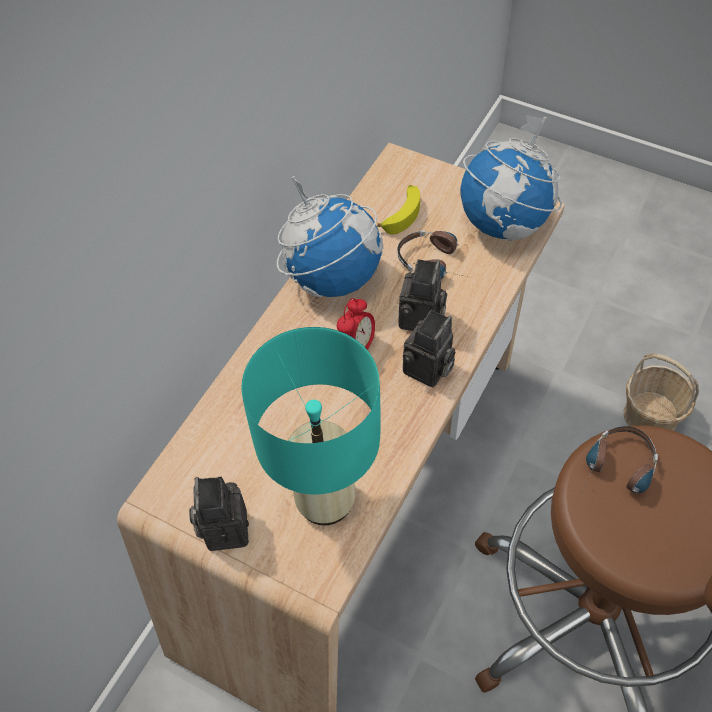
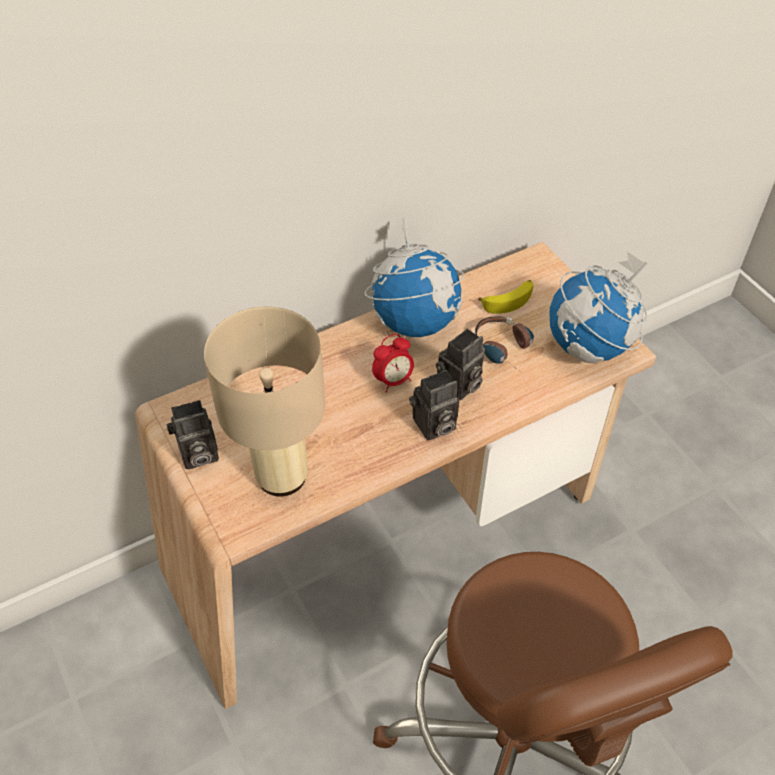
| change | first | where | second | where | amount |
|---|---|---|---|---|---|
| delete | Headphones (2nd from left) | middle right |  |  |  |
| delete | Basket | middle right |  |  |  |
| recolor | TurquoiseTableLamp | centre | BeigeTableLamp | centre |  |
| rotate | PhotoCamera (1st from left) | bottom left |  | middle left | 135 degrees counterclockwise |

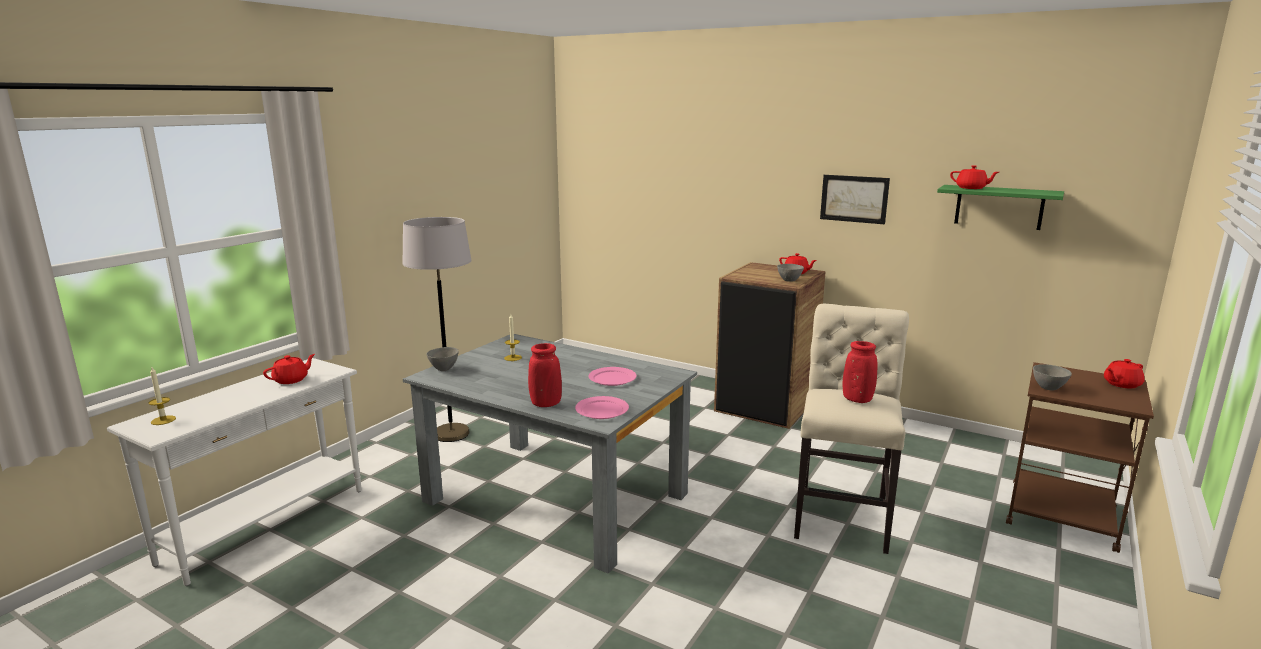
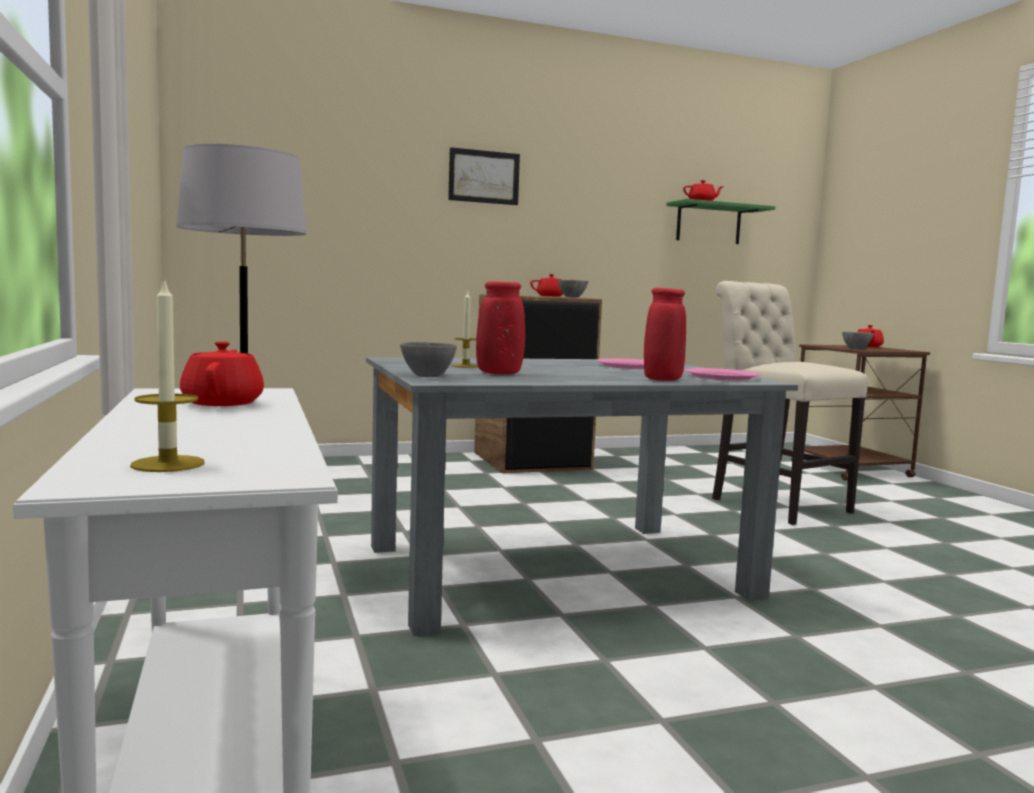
| change | first | where | second | where | amount |
|---|---|---|---|---|---|
| move | Picture | top right |  | top centre |  |
| move | RedVase (2nd from left in the first image) | middle right | RedVase (1st from left) | centre |  |

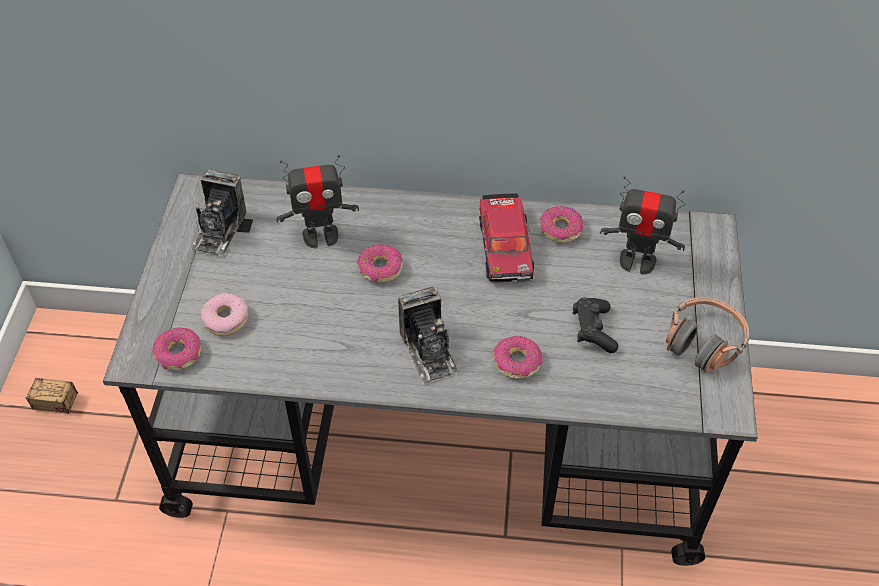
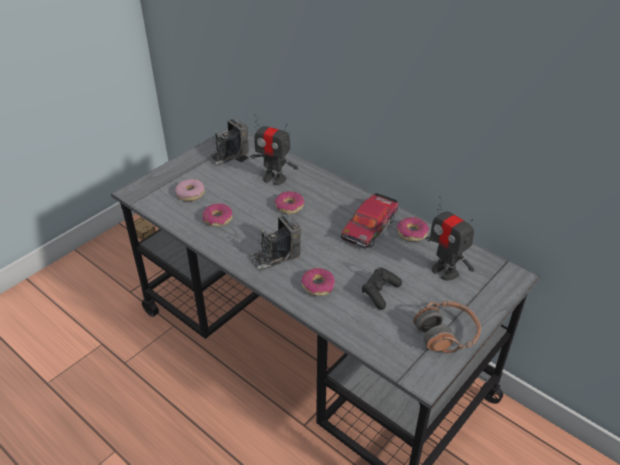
| change | first | where | second | where | amount |
|---|---|---|---|---|---|
| move | Donut (1st from left in the first image) | middle left | Donut (2nd from left) | centre |  |
| rotate | PhotoCamera (2nd from left) | centre |  | centre | 45 degrees clockwise |

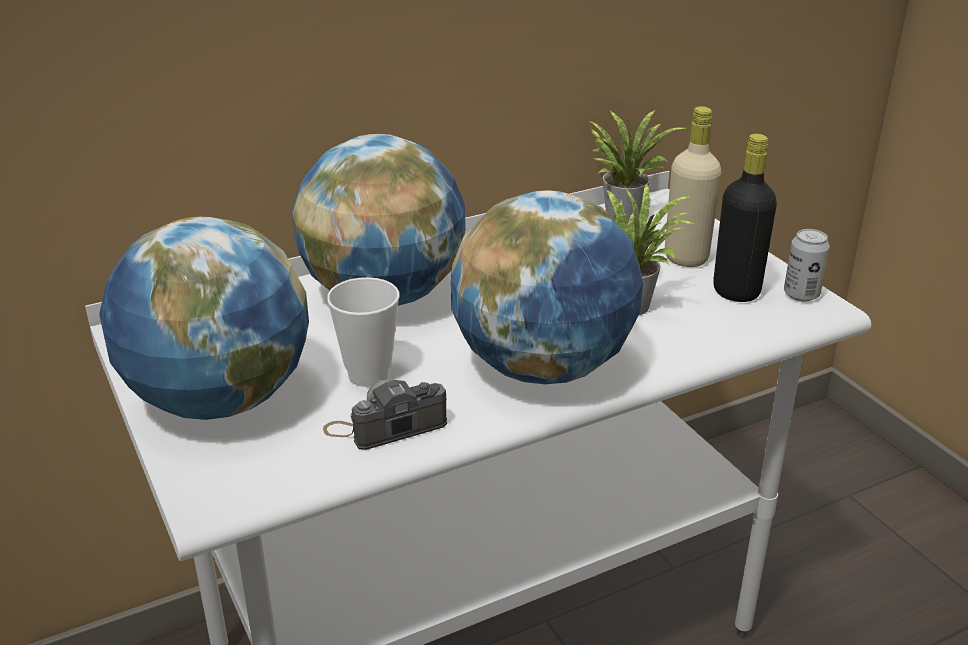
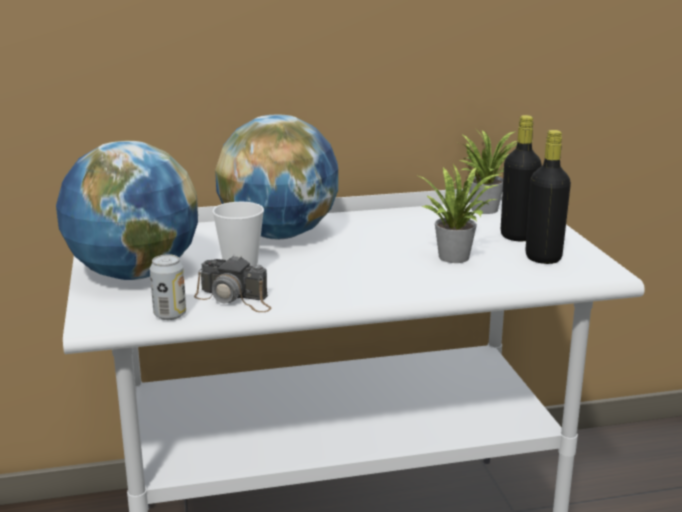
| change | first | where | second | where | amount |
|---|---|---|---|---|---|
| delete | Globe (3rd from left) | centre |  |  |  |
| move | Can | middle right |  | middle left |  |
| recolor | BeigeBottle | top right | BlackBottle (1st from left) | middle right |  |
| rotate | PhotoCamera | centre |  | centre | 150 degrees counterclockwise |

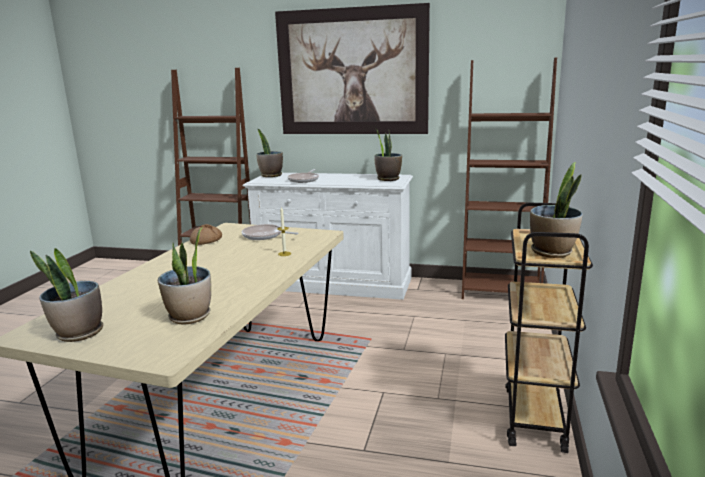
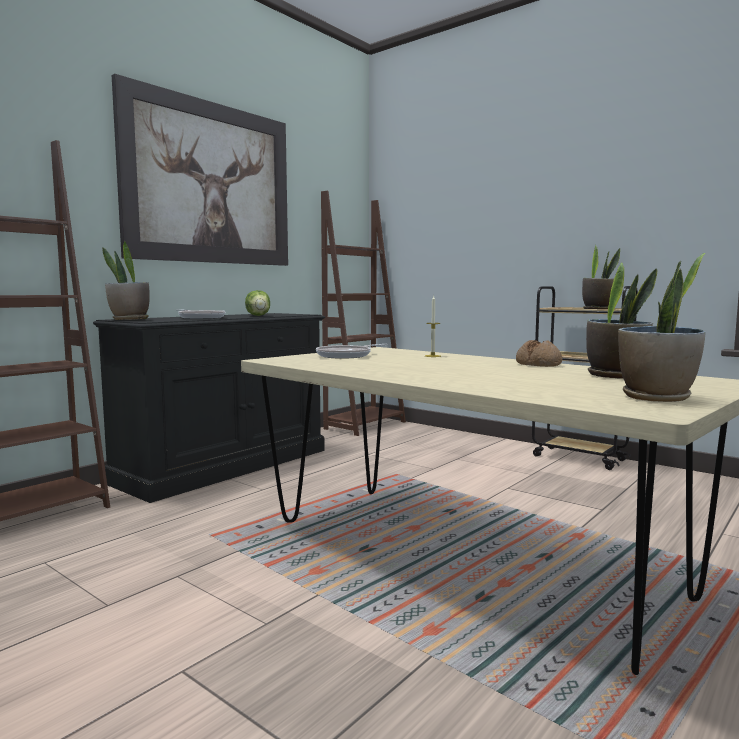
| change | first | where | second | where | amount |
|---|---|---|---|---|---|
| delete | PottedPlant (4th from left) | top centre |  |  |  |
| insert |  |  | Lettuce | centre |  |
| move | Bread | middle left |  | middle right |  |
| recolor | WhiteCabinet | centre | BlackCabinet | middle left |  |

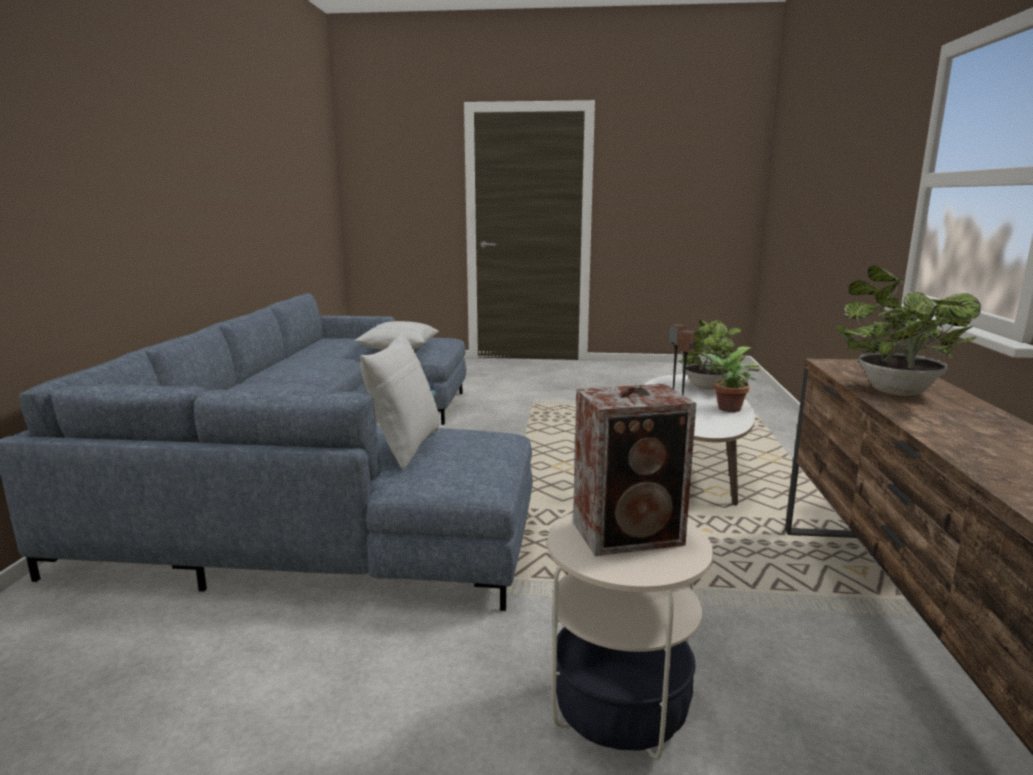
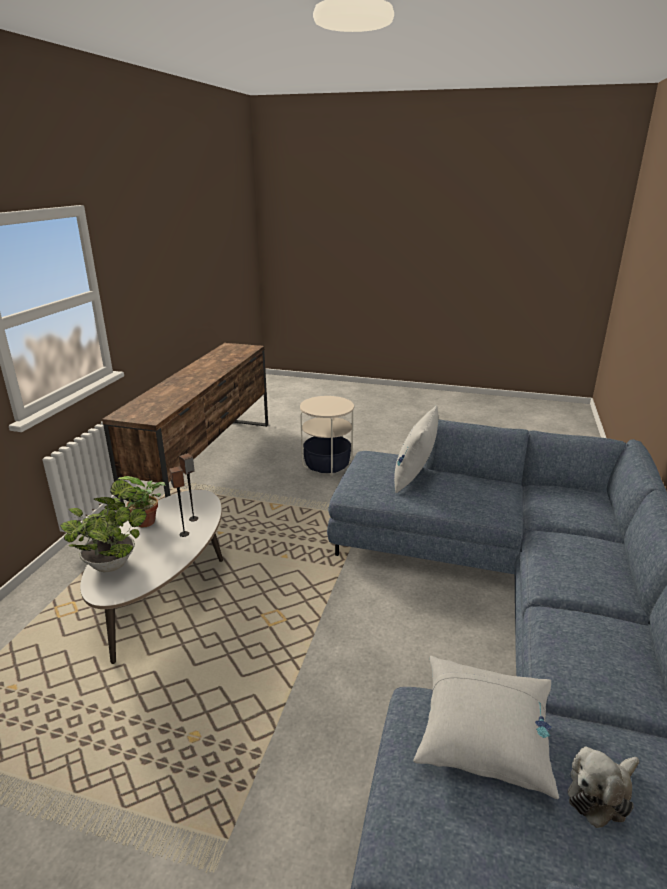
| change | first | where | second | where | amount |
|---|---|---|---|---|---|
| delete | Speaker (1st from left) | centre |  |  |  |
| delete | PottedPlant (3rd from left) | middle right |  |  |  |
| insert |  |  | PlushToy | bottom right |  |

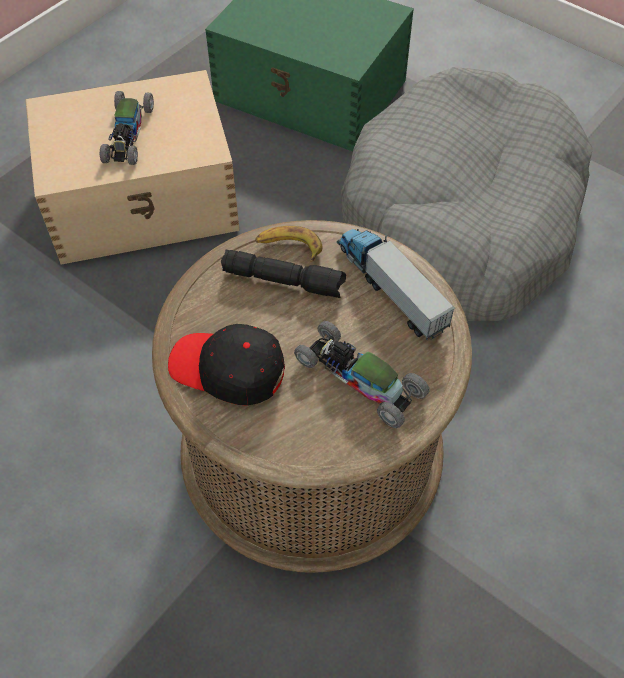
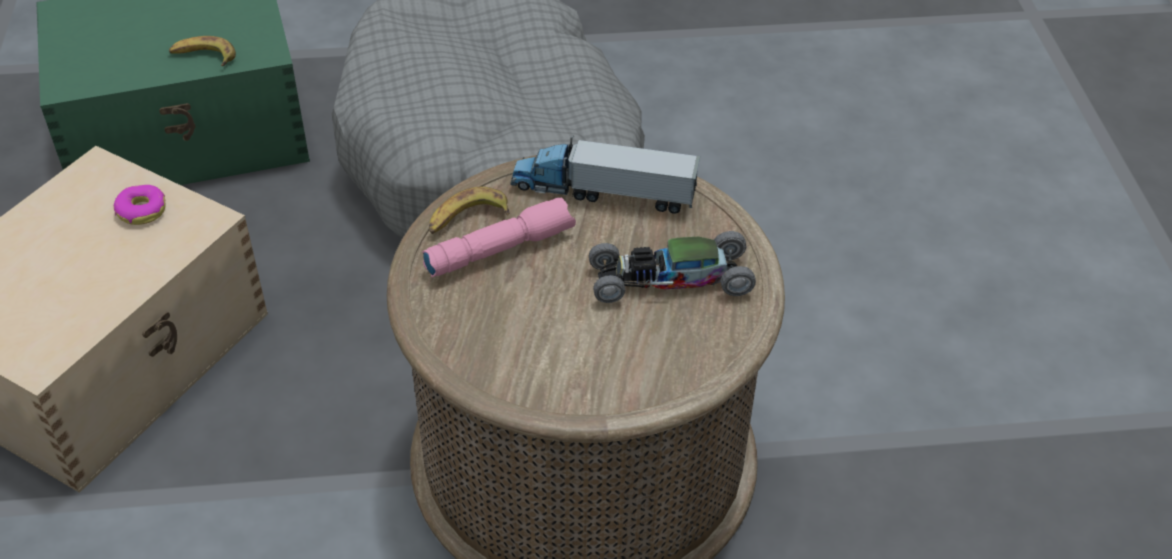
| change | first | where | second | where | amount |
|---|---|---|---|---|---|
| delete | ToyCar (1st from left) | top left |  |  |  |
| delete | BlackCap | centre |  |  |  |
| insert |  |  | Donut | middle left |  |
| insert |  |  | Banana (1st from left) | top left |  |
| recolor | BlackFlashlight | centre | PinkFlashlight | centre |  |

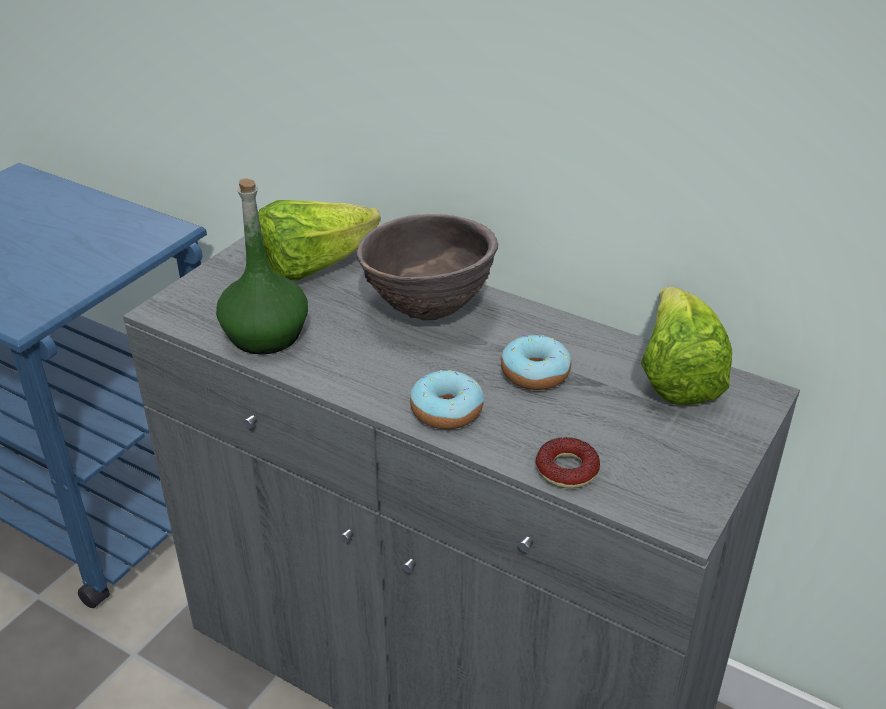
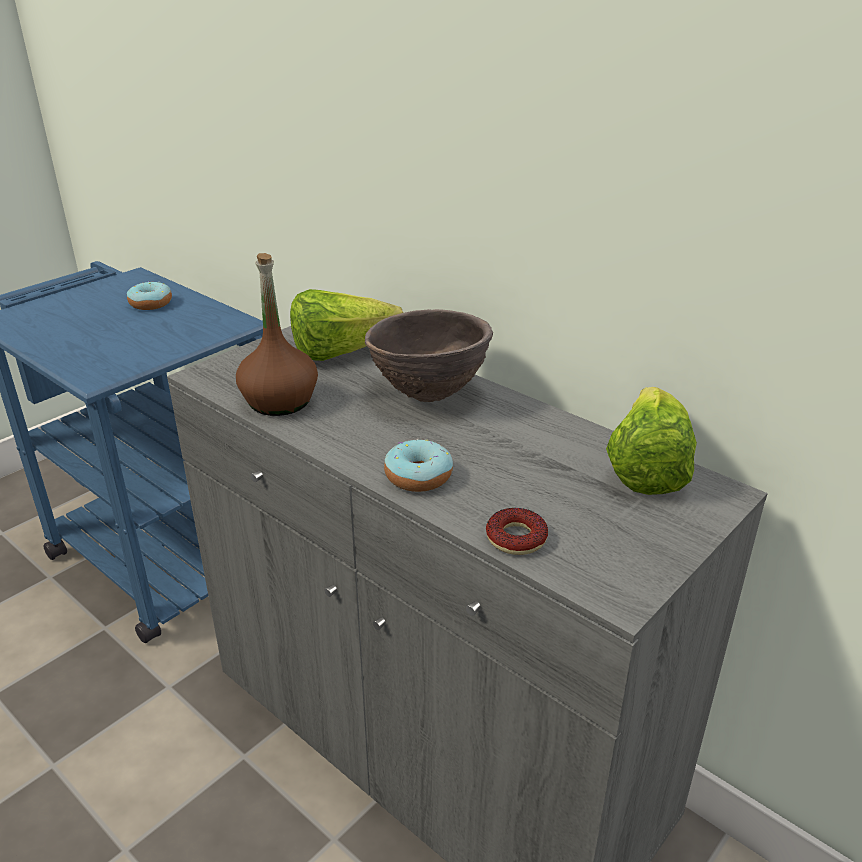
| change | first | where | second | where | amount |
|---|---|---|---|---|---|
| move | Donut (2nd from left in the first image) | centre | Donut (1st from left) | middle left |  |
| recolor | GreenBottle | middle left | BrownBottle | middle left |  |

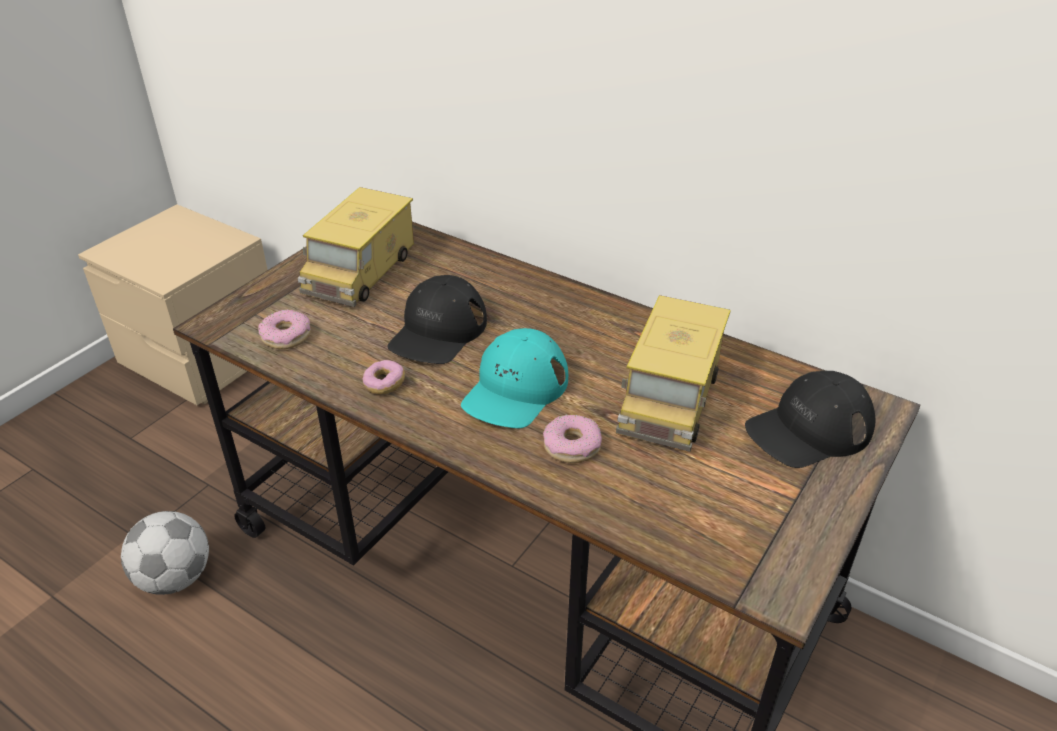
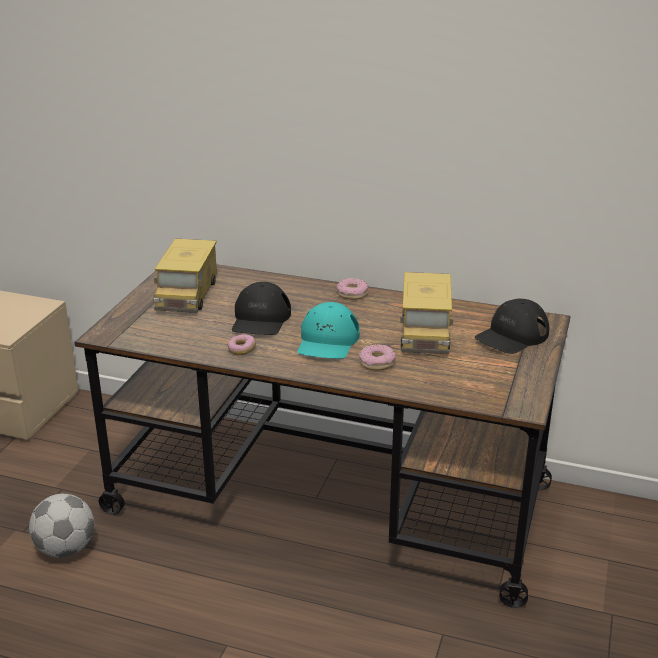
| change | first | where | second | where | amount |
|---|---|---|---|---|---|
| move | Donut (1st from left in the first image) | middle left | Donut (2nd from left) | centre |  |

